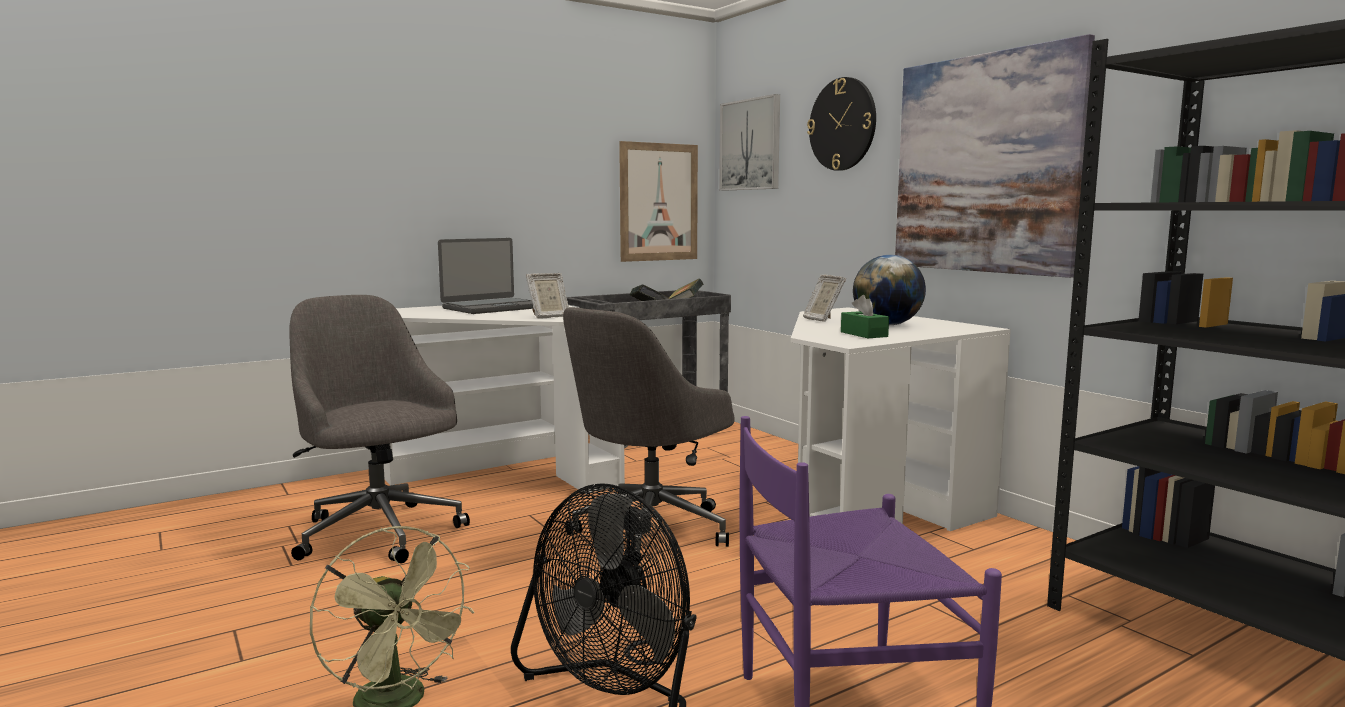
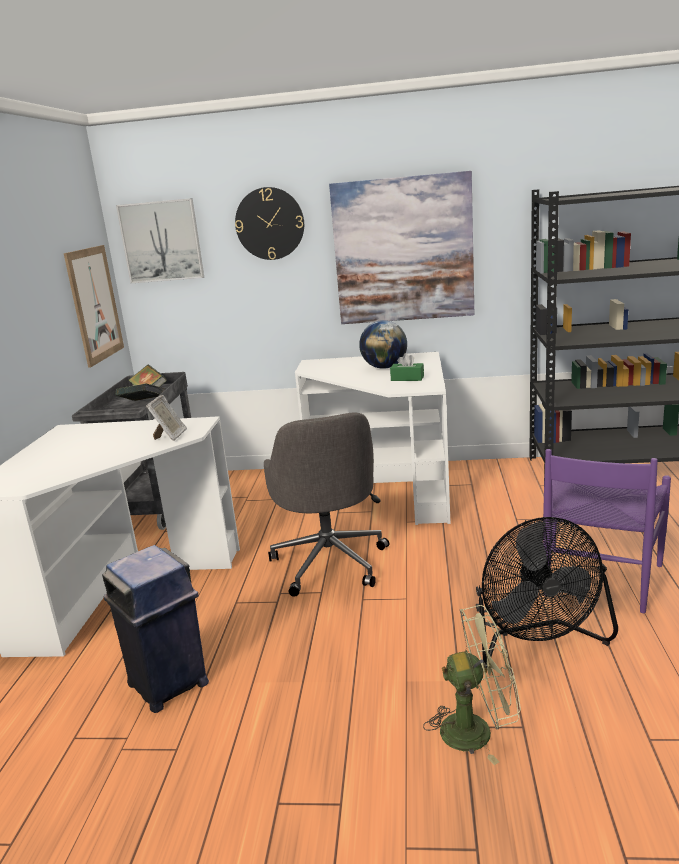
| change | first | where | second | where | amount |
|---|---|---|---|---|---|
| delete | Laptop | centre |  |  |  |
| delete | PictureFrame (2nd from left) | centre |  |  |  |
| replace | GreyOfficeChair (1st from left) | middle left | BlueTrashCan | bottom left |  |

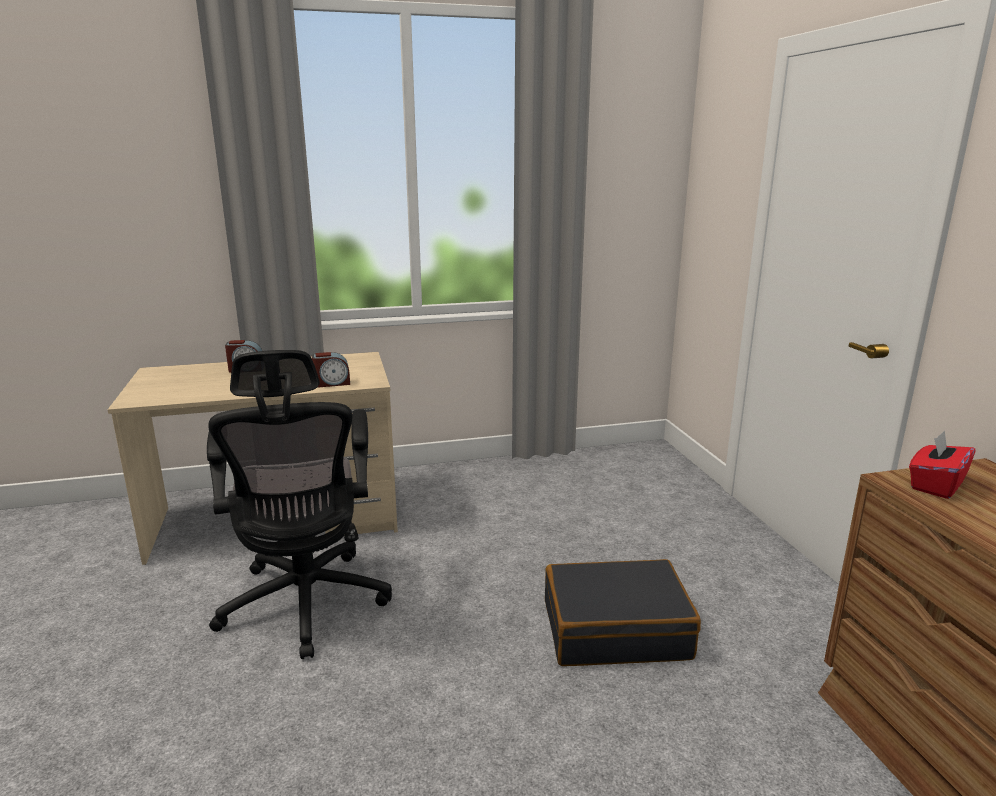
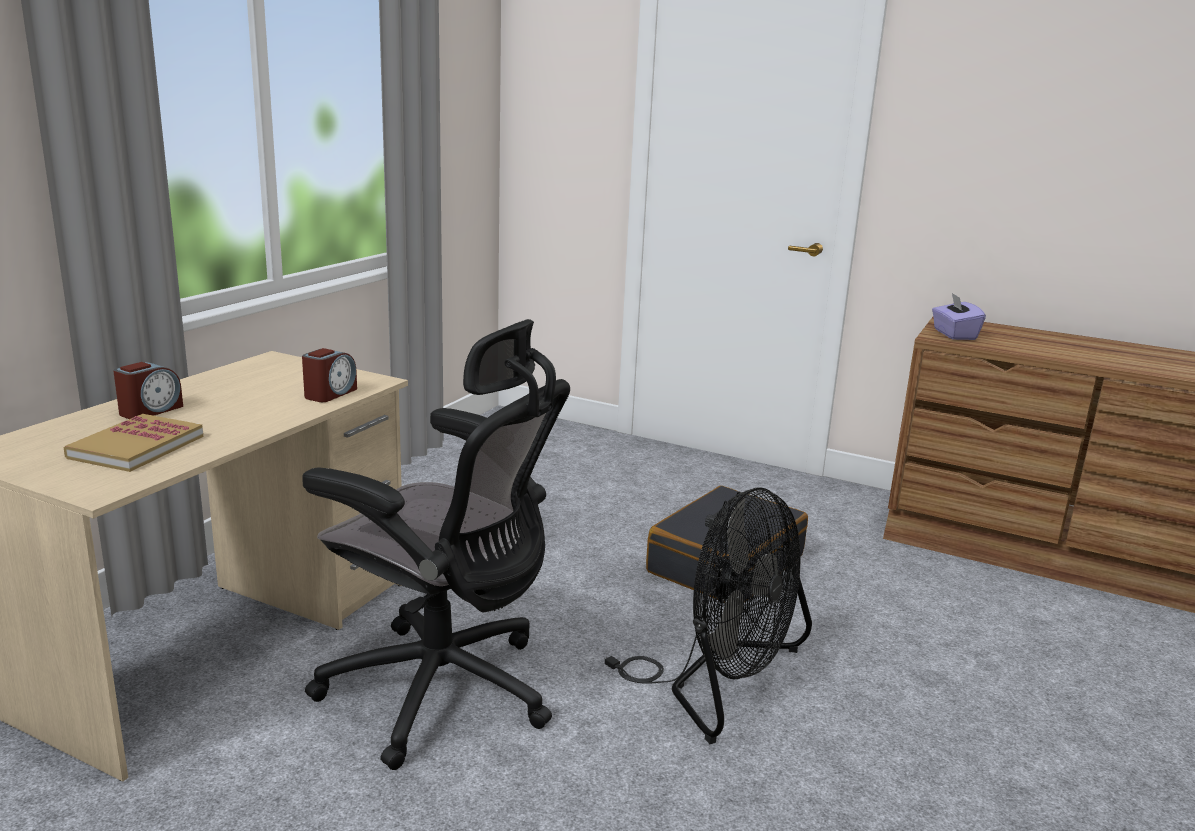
| change | first | where | second | where | amount |
|---|---|---|---|---|---|
| insert |  |  | Book | middle left |  |
| insert |  |  | BlackFan | bottom centre |  |
| recolor | RedTissueBox | middle right | PurpleTissueBox | middle right |  |

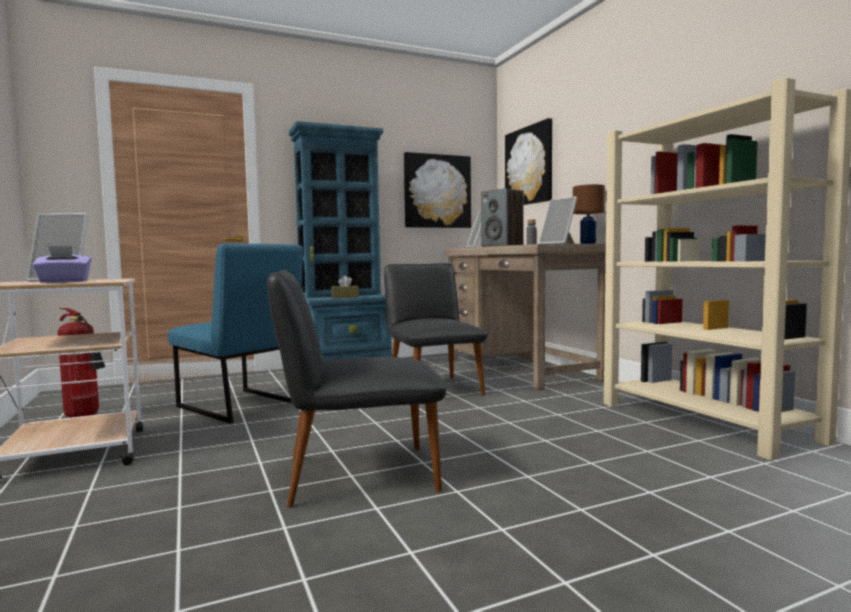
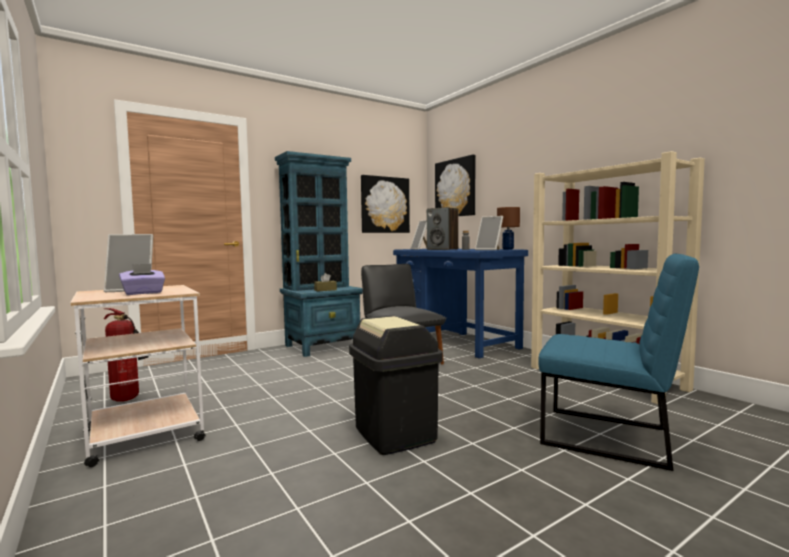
| change | first | where | second | where | amount |
|---|---|---|---|---|---|
| move | BlueChair | middle left |  | middle right |  |
| replace | BlackChair (1st from left) | centre | BlackTrashCan | bottom centre |  |
| recolor | BrownDesk | centre | BlueDesk | centre |  |

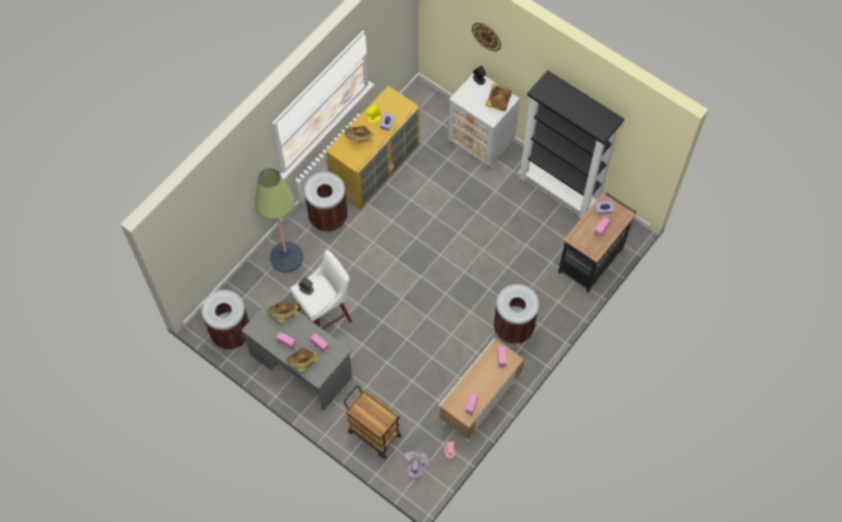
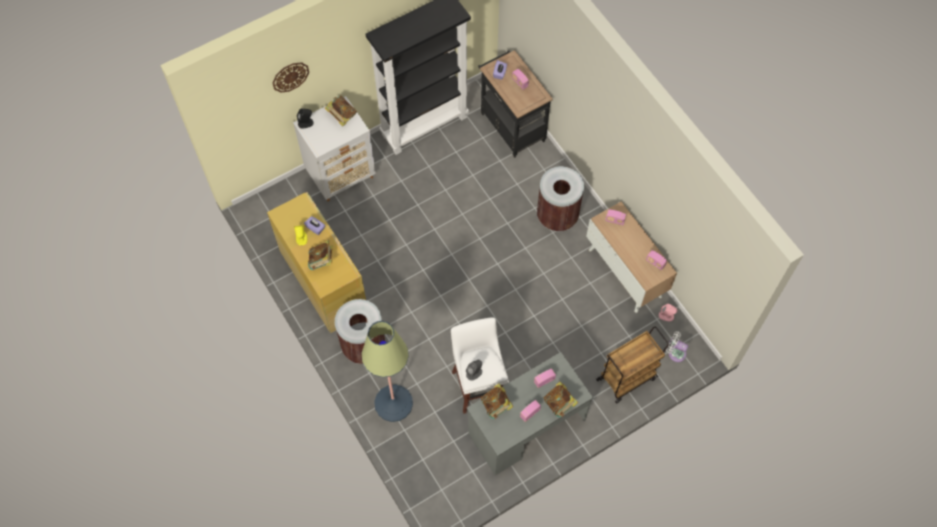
| change | first | where | second | where | amount |
|---|---|---|---|---|---|
| delete | BrownTrashCan (1st from left) | middle left |  |  |  |

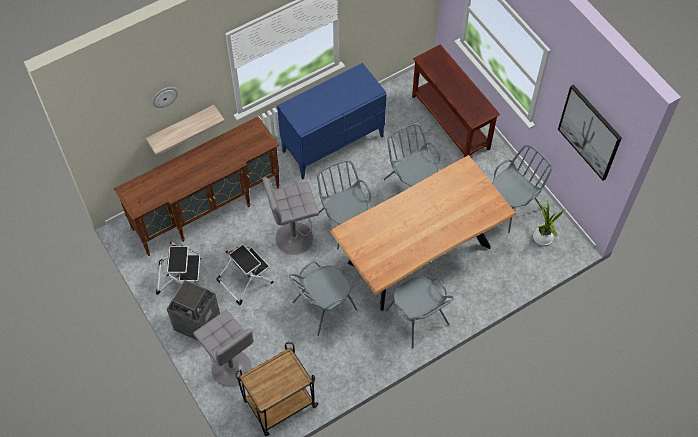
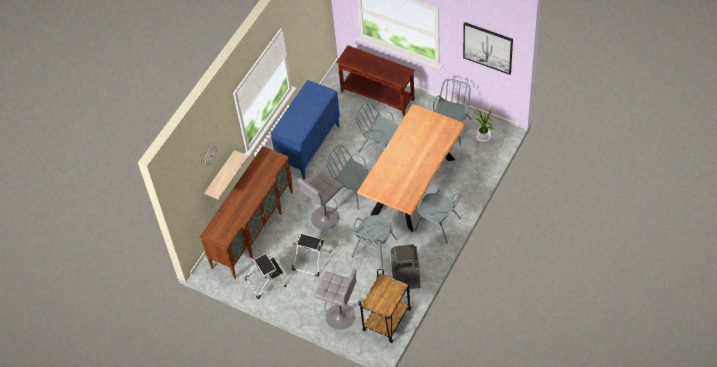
| change | first | where | second | where | amount |
|---|---|---|---|---|---|
| move | TrashCan | bottom left |  | bottom centre |  |

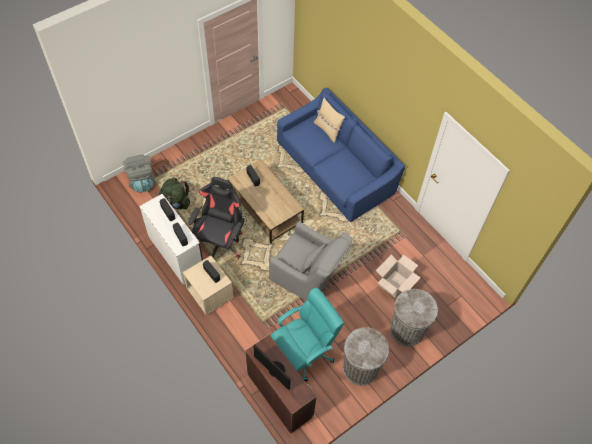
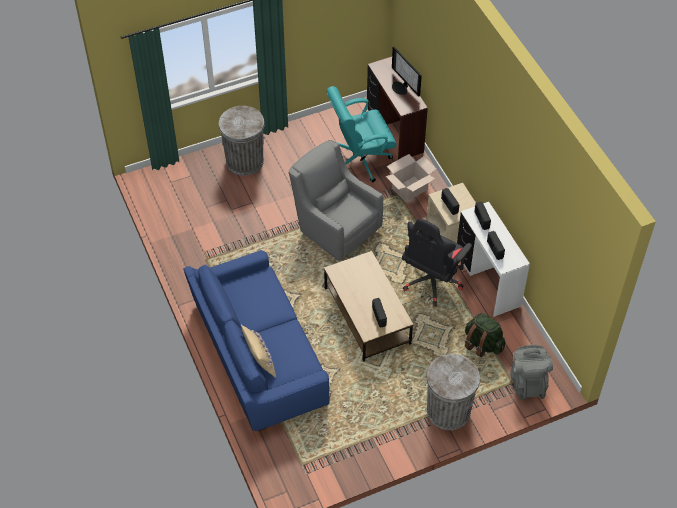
| change | first | where | second | where | amount |
|---|---|---|---|---|---|
| move | GreyTrashCan (1st from left in the first image) | bottom centre | GreyTrashCan (2nd from left) | bottom right |  |
| move | CardboardBox | middle right |  | centre |  |

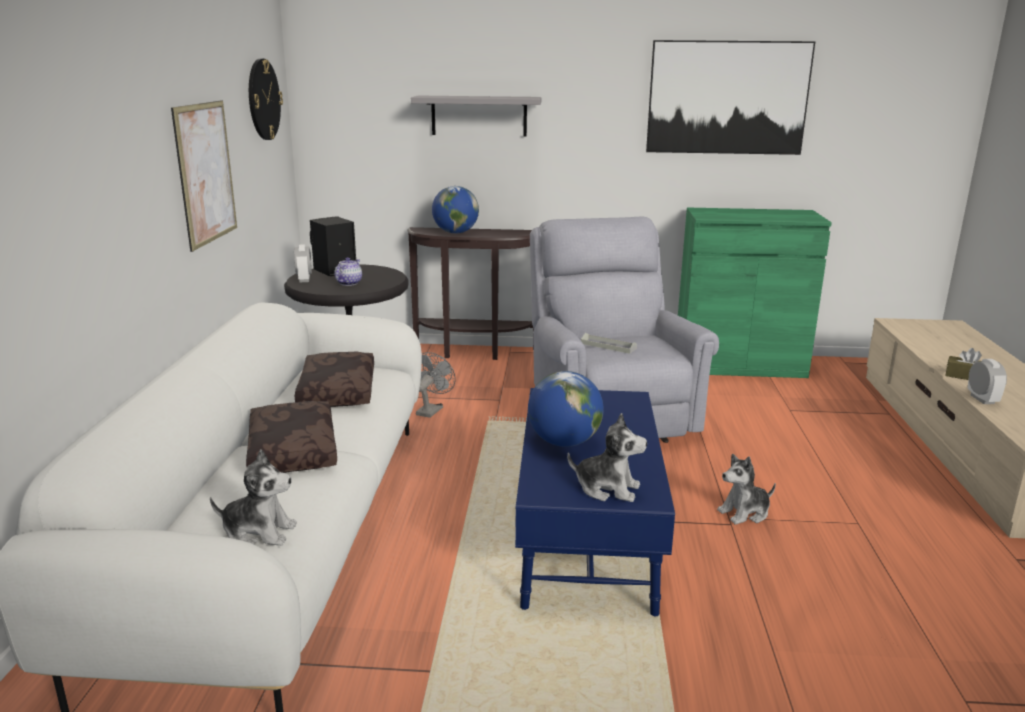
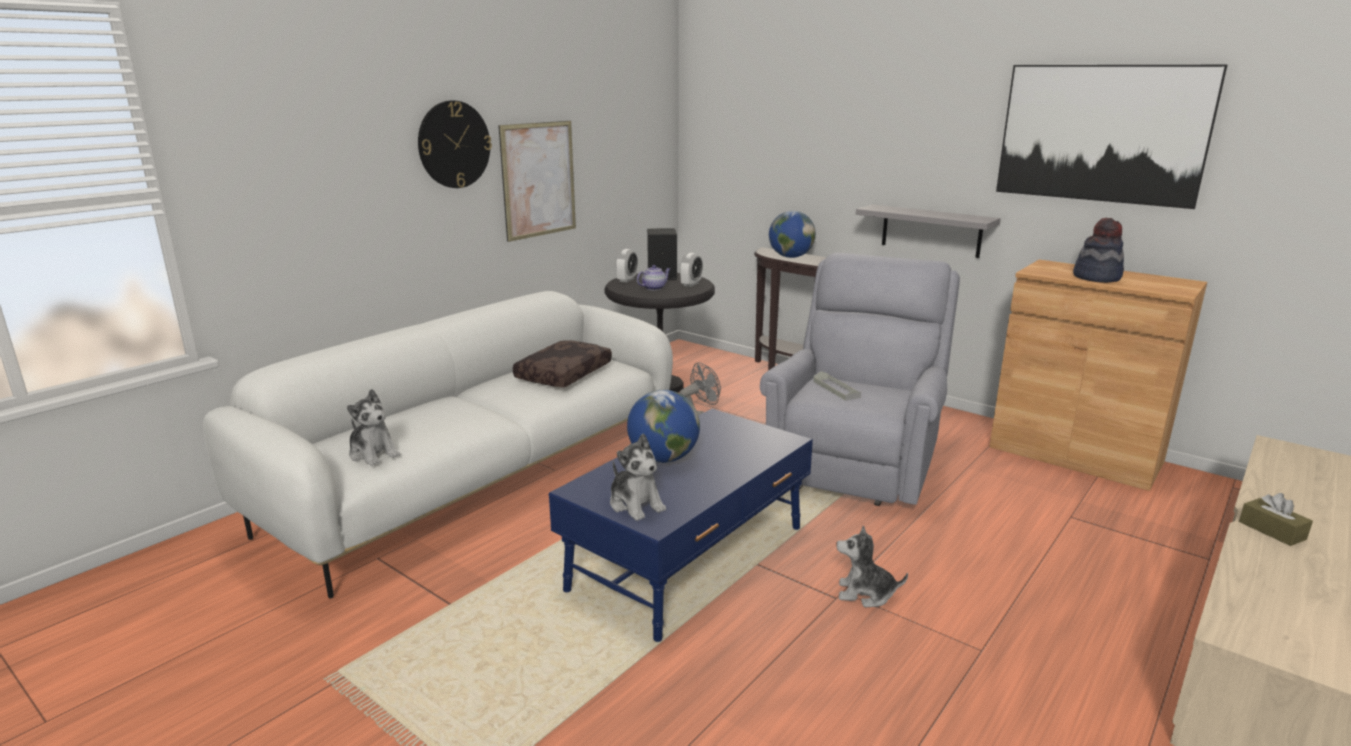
| change | first | where | second | where | amount |
|---|---|---|---|---|---|
| delete | BrownPillow (1st from left) | middle left |  |  |  |
| insert |  |  | Hat | middle right |  |
| move | WallClock | top left |  | top centre |  |
| move | GreyShelf | top centre |  | top right |  |
| move | AlarmClock (2nd from left) | middle right |  | centre |  |
| recolor | GreenCabinet | middle right | BrownCabinet | middle right |  |

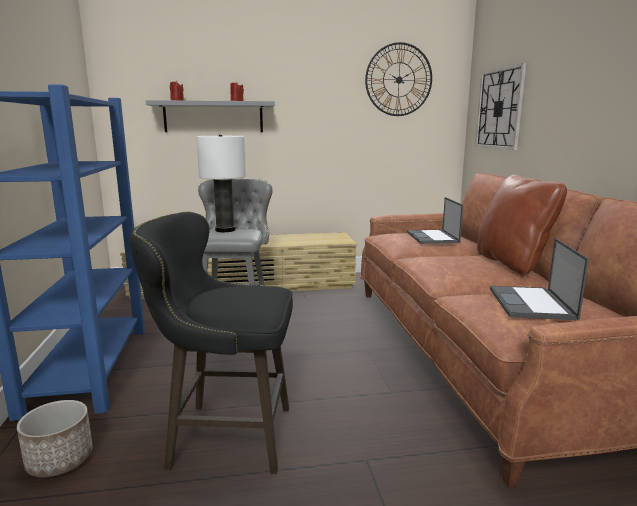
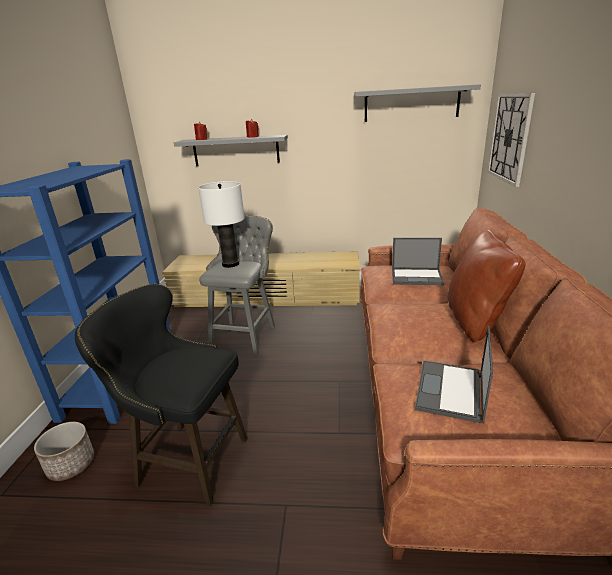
| change | first | where | second | where | amount |
|---|---|---|---|---|---|
| replace | WallClock (1st from left) | top centre | GreyShelf (2nd from left) | top right |  |
| rotate | Laptop (1st from left) | middle right |  | middle right | 90 degrees counterclockwise |

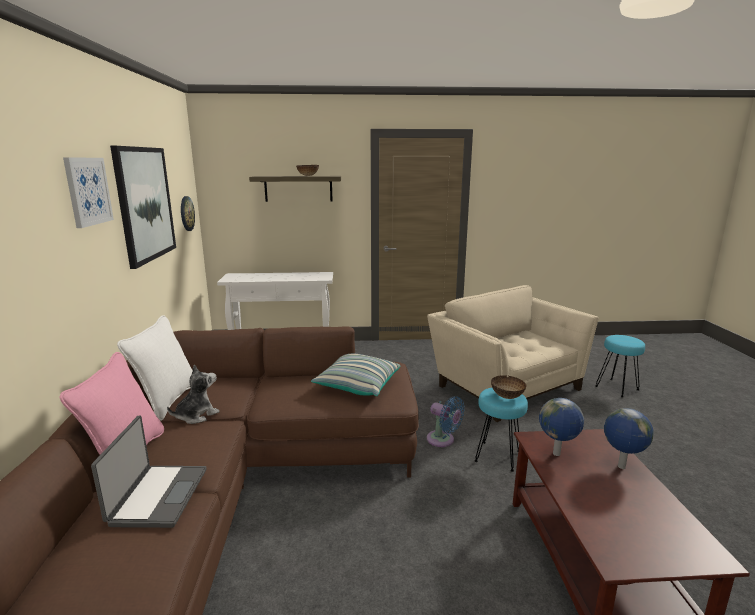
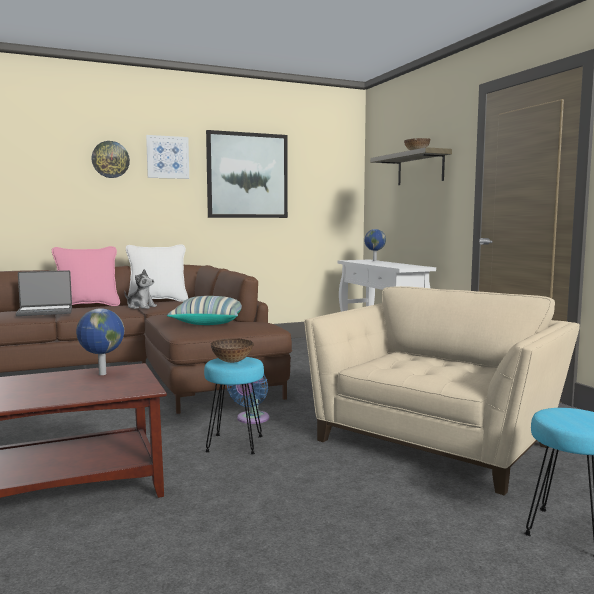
| change | first | where | second | where | amount |
|---|---|---|---|---|---|
| move | WallClock | middle left |  | top left |  |
| move | Globe (2nd from left) | bottom right |  | centre |  |

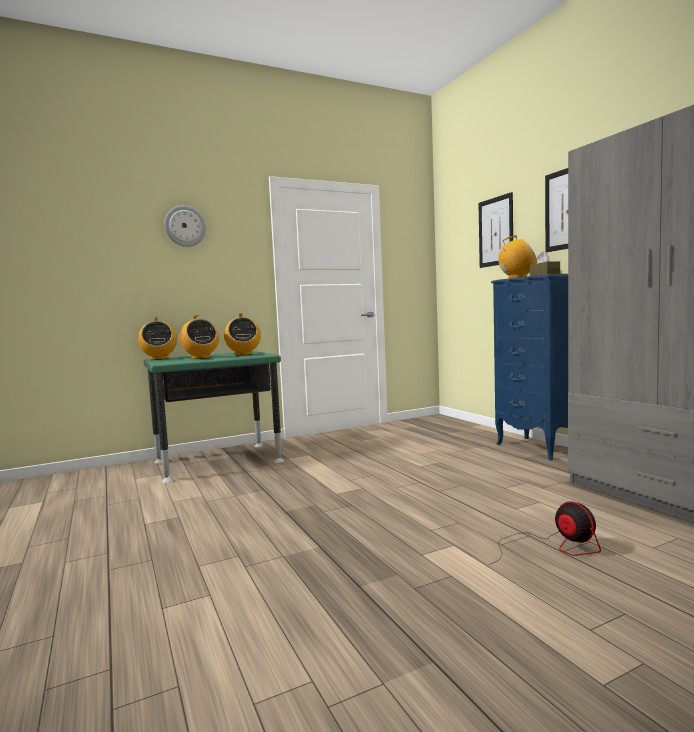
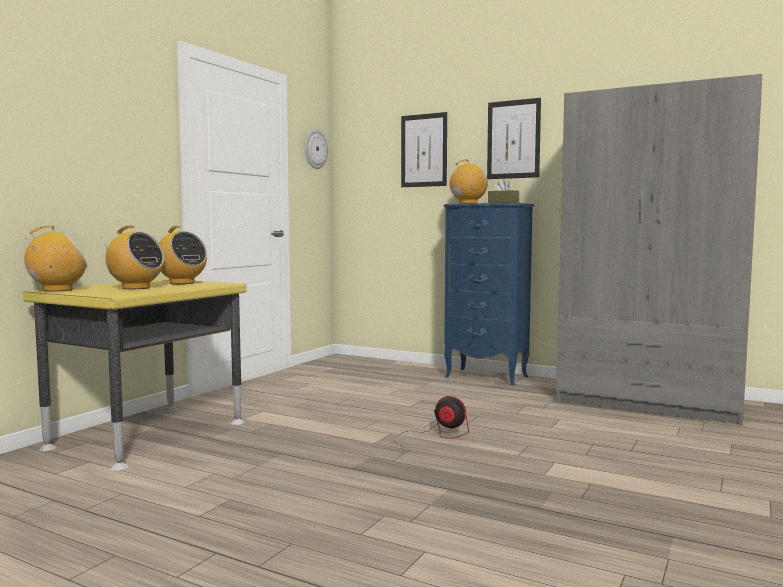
| change | first | where | second | where | amount |
|---|---|---|---|---|---|
| move | WallClock | top left |  | top centre |  |
| move | Fan | bottom right |  | bottom centre |  |
| recolor | GreenDesk | middle left | YellowDesk | middle left |  |
| rotate | Radio (1st from left) | middle left |  | middle left | 75 degrees counterclockwise |

